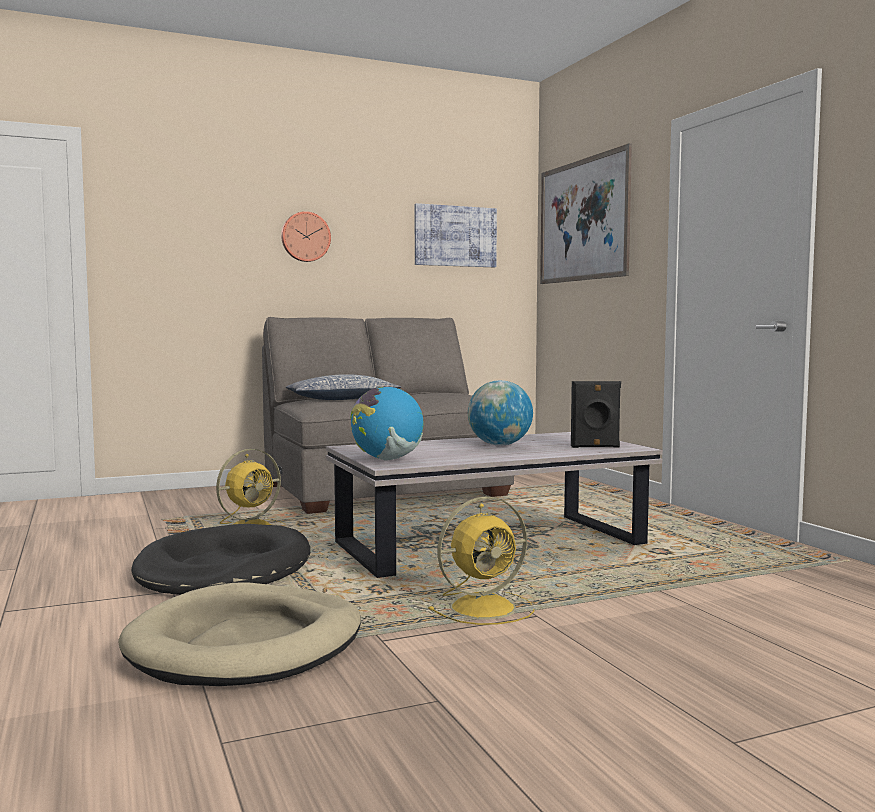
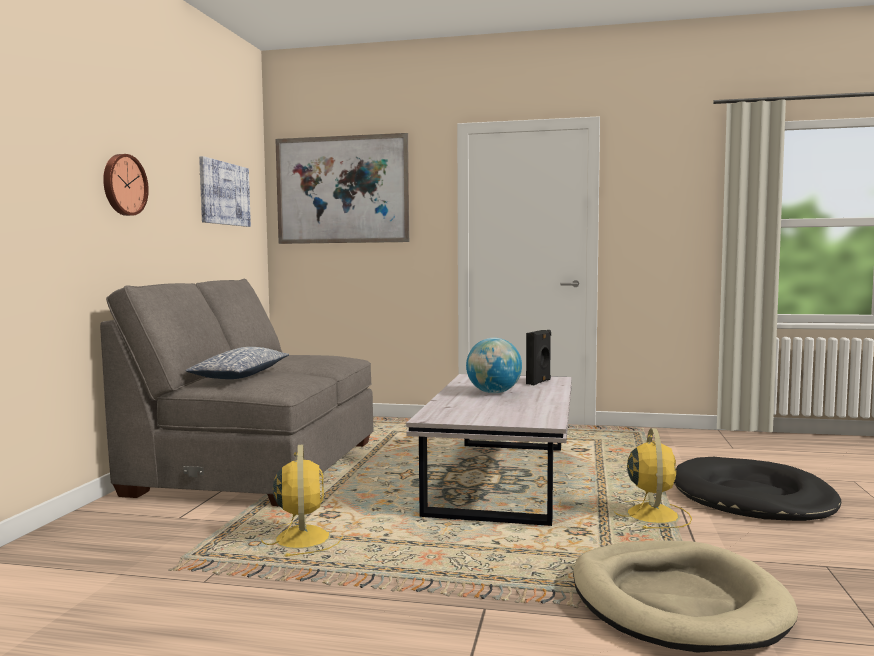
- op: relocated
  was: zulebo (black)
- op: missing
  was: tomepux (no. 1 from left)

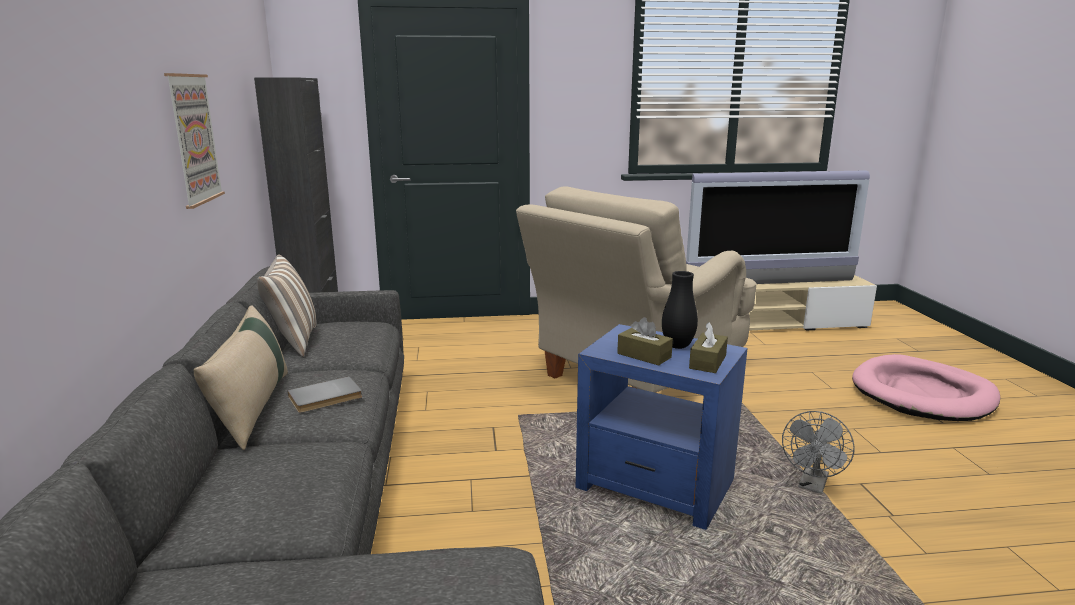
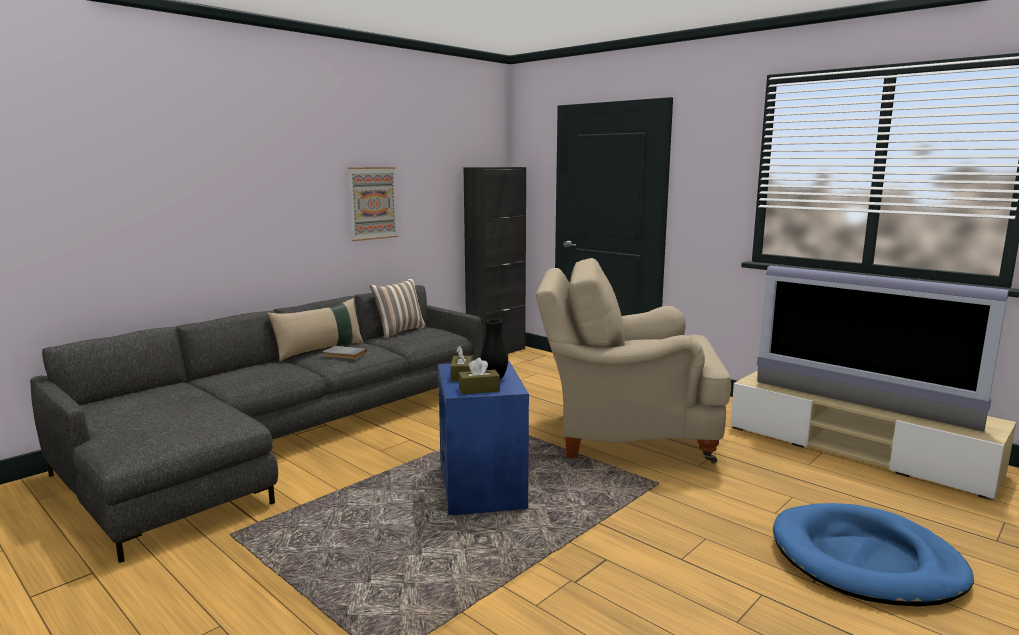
- op: colour
  was: zulebo (pink)
  now: zulebo (blue)
- op: missing
  was: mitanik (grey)

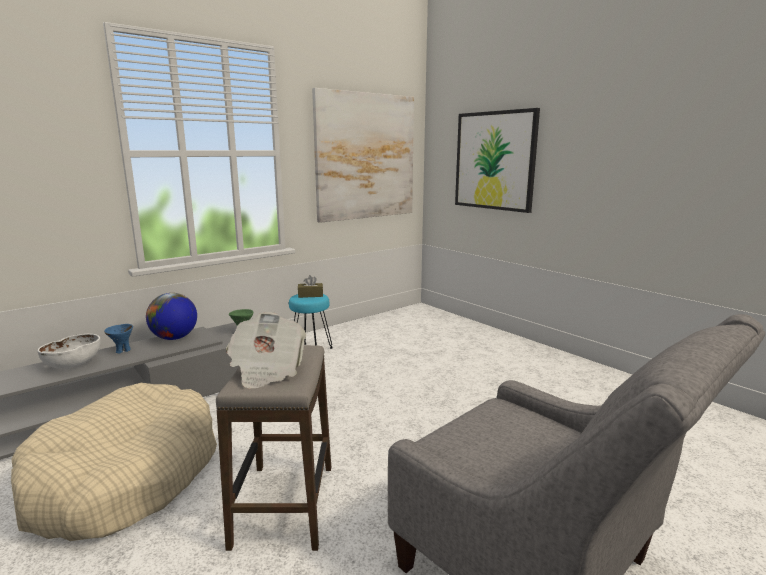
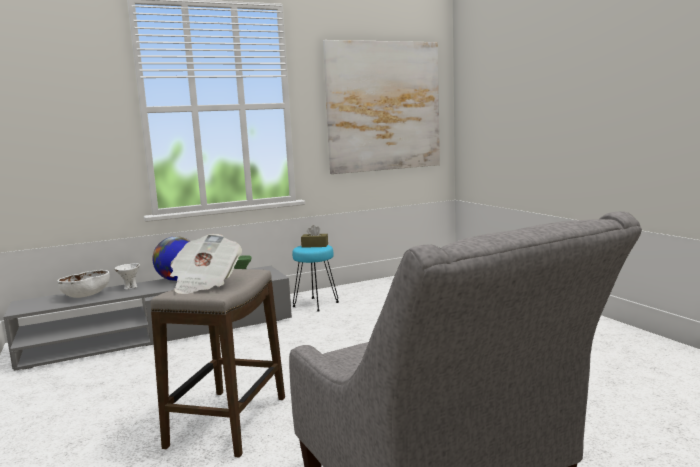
- op: colour
  was: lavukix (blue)
  now: lavukix (white) (no. 2 from left)
- op: missing
  was: zulebo (beige)
- op: missing
  was: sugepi (no. 2 from left)

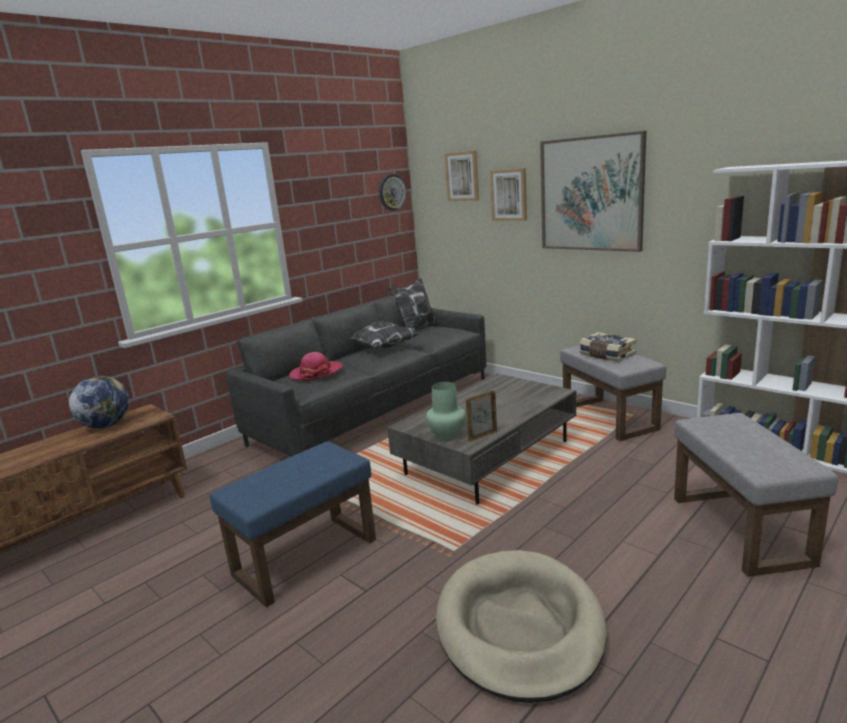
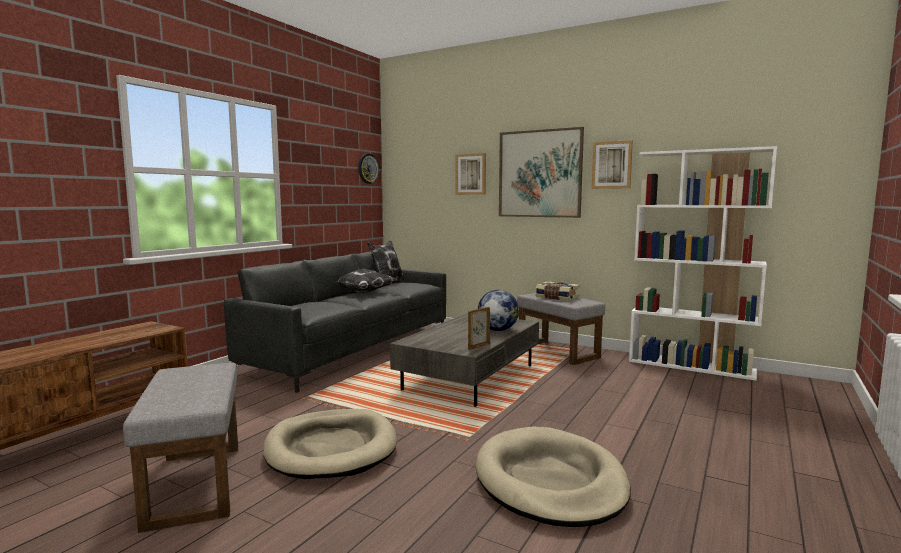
- op: relocated
  was: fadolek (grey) (no. 2 from left in the first image)
  now: fadolek (grey) (no. 1 from left)
- op: exchanged
  was: fadolek (blue)
  now: zulebo (beige) (no. 1 from left)
- op: relocated
  was: tomepux
- op: relocated
  was: sugepi (no. 1 from left in the first image)
  now: sugepi (no. 3 from left)
- op: missing
  was: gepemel
- op: missing
  was: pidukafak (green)

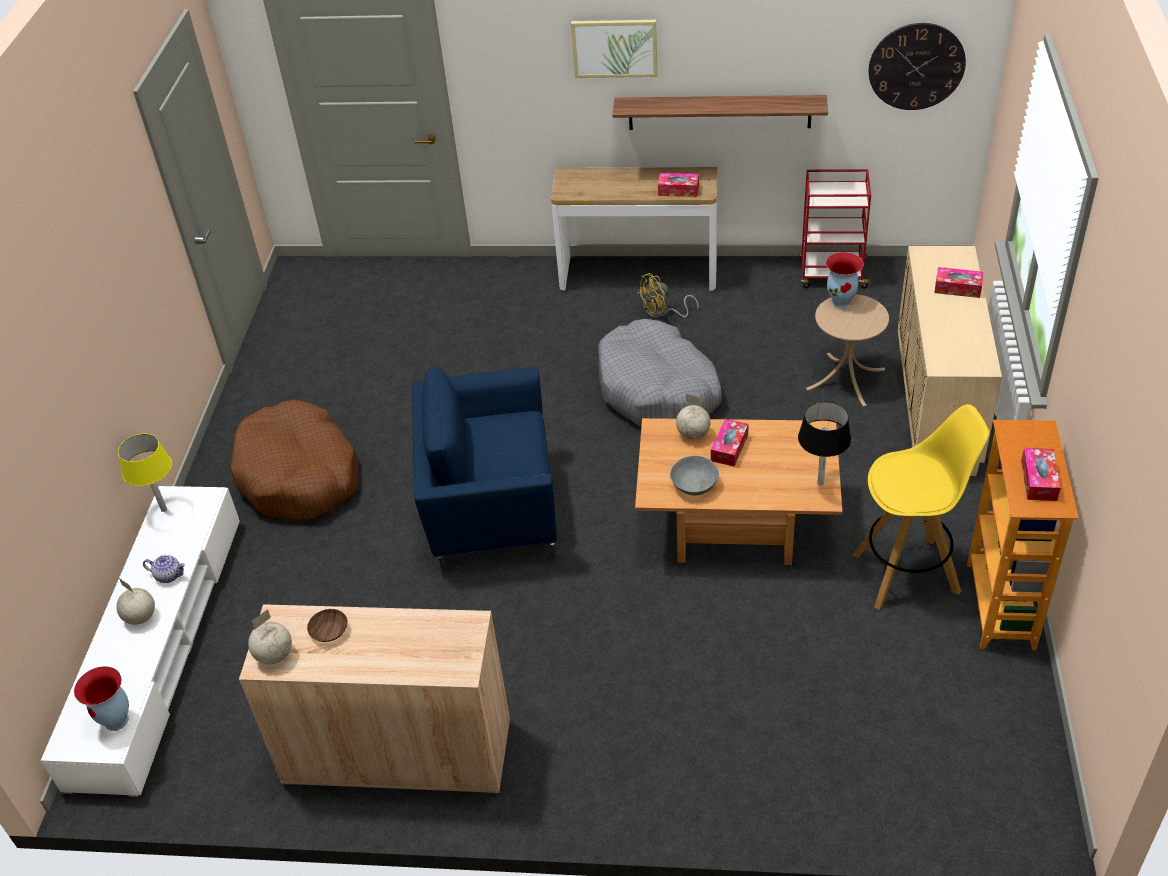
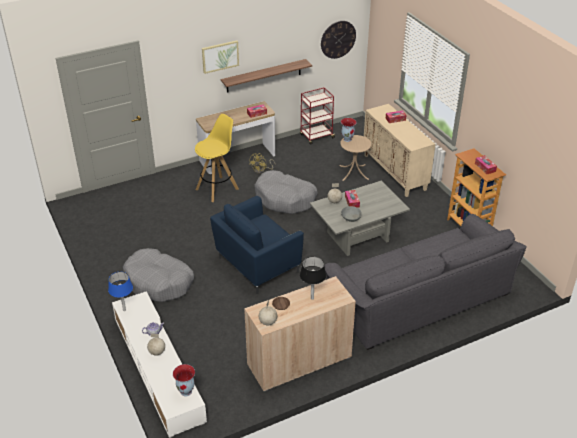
- op: colour
  was: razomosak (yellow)
  now: razomosak (blue)
- op: colour
  was: zulebo (brown)
  now: zulebo (grey) (no. 1 from left)
- op: relocated
  was: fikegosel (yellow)
- op: relocated
  was: razomosak (black)
- op: colour
  was: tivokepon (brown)
  now: tivokepon (grey)
- op: appeared
  now: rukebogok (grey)

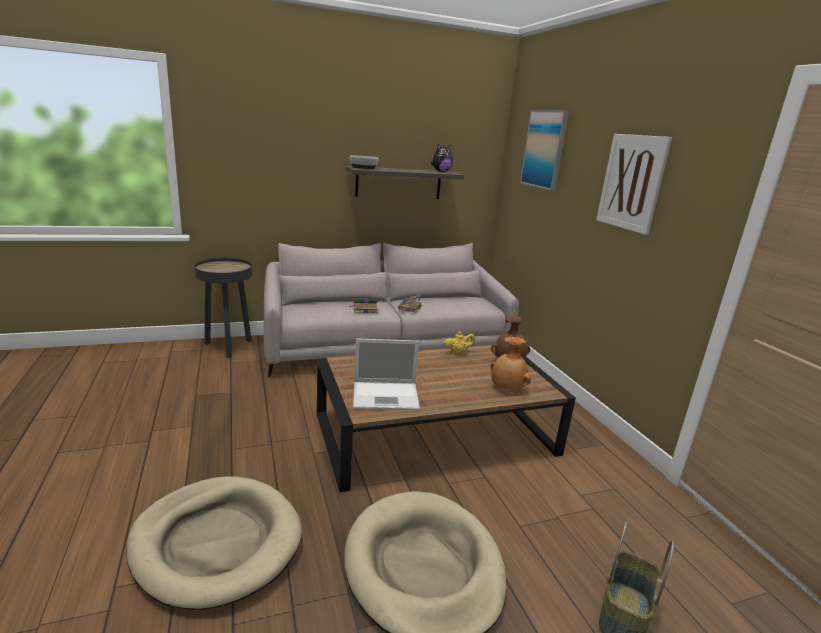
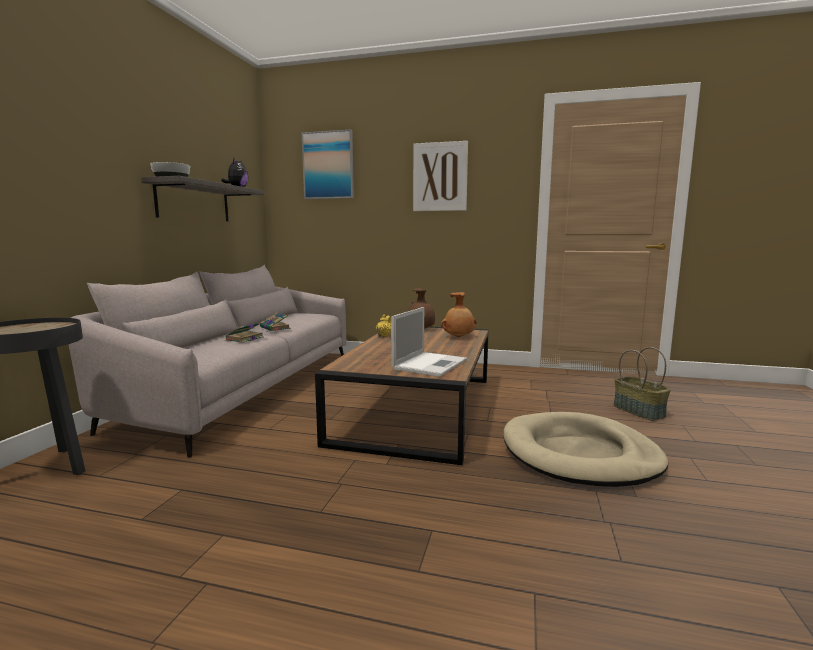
- op: missing
  was: zulebo (beige) (no. 1 from left)

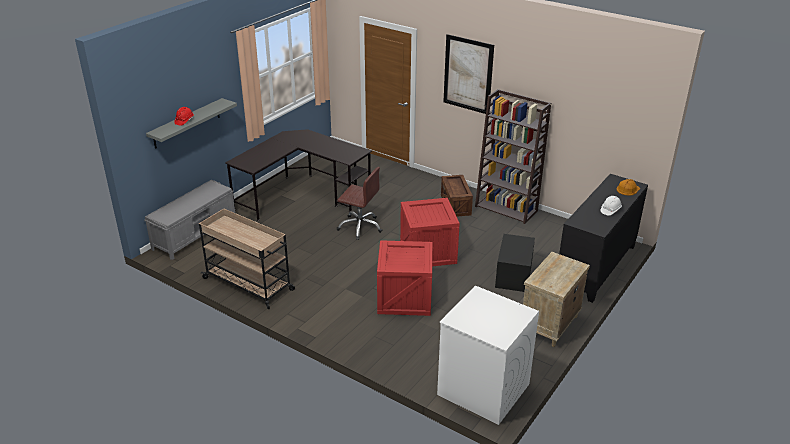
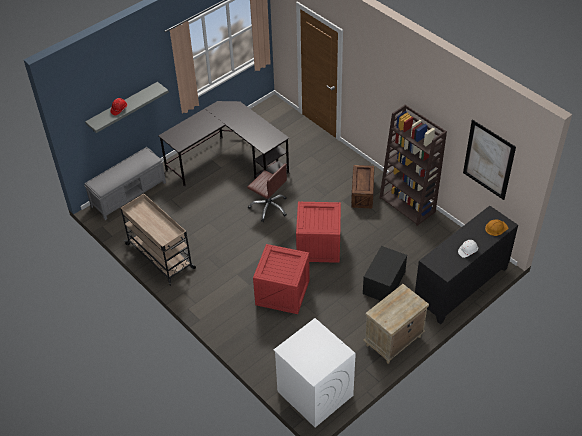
- op: relocated
  was: sugepi

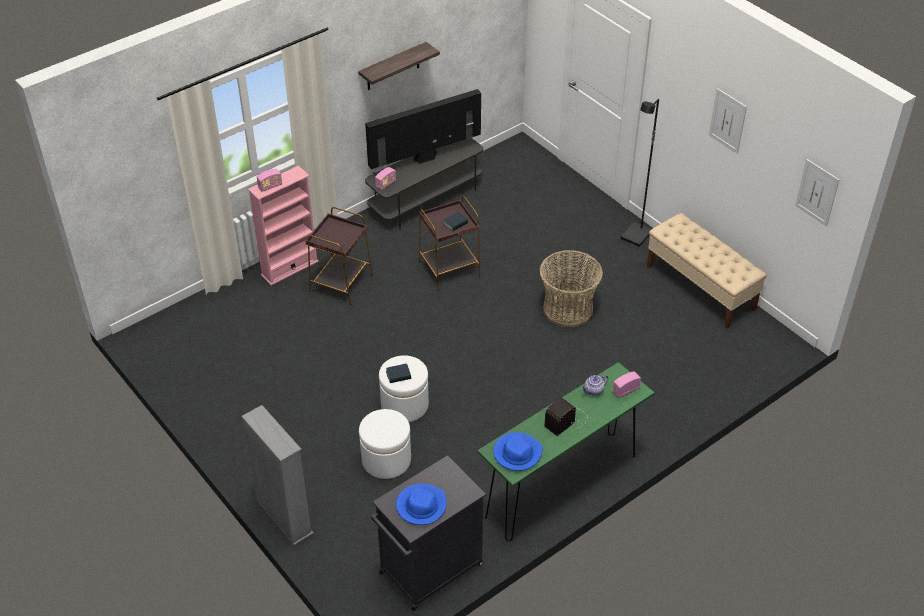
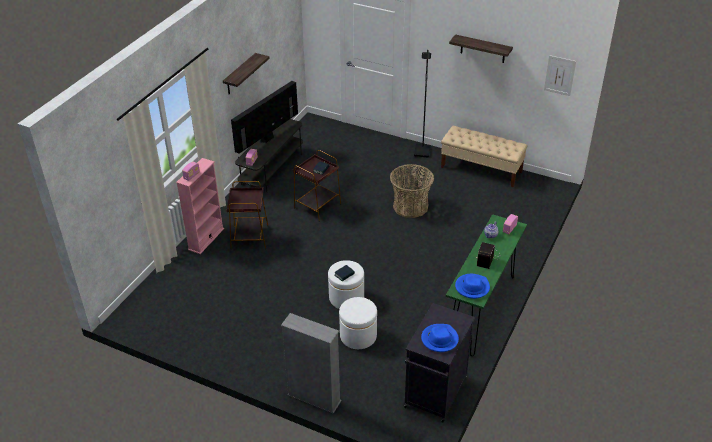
- op: exchanged
  was: sugepi (no. 1 from left)
  now: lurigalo (no. 2 from left)

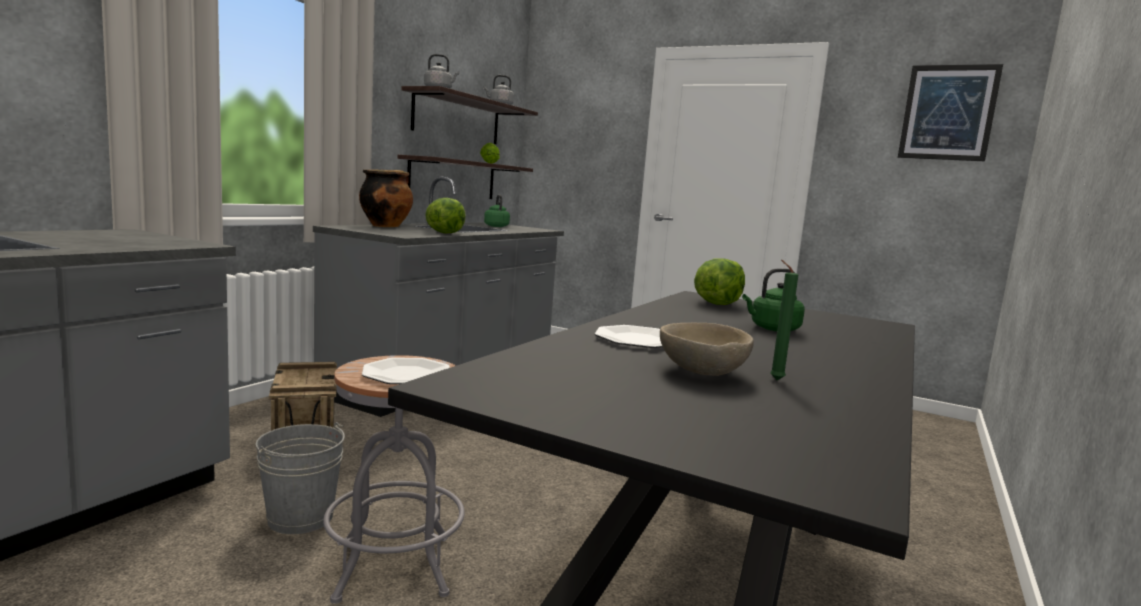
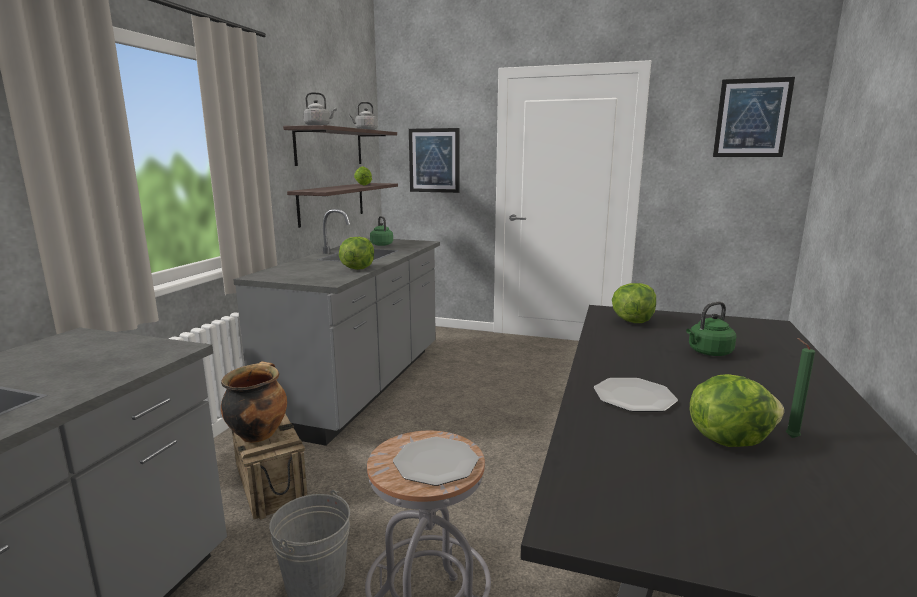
- op: relocated
  was: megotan
- op: appeared
  now: sugepi (no. 1 from left)
- op: exchanged
  was: lavukix (beige)
  now: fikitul (no. 4 from left)

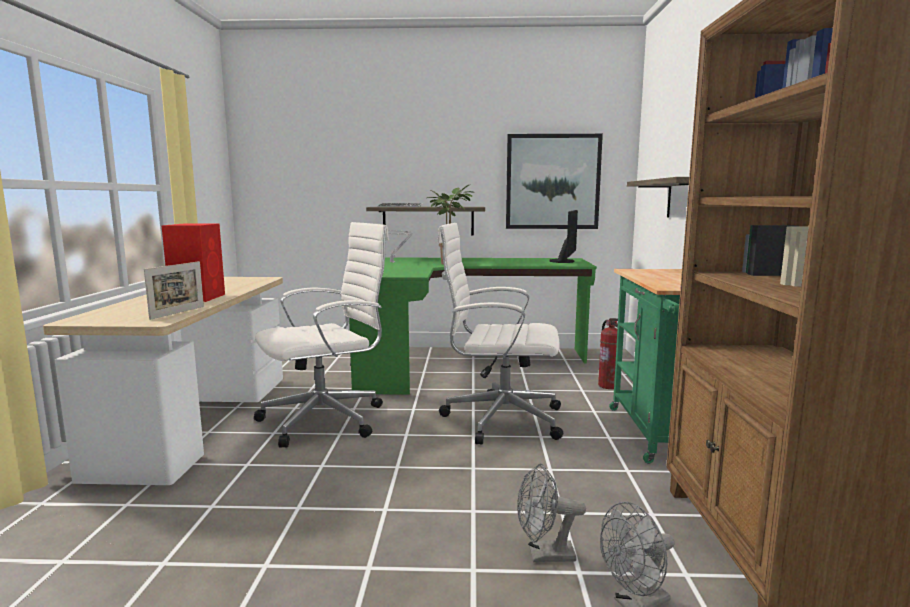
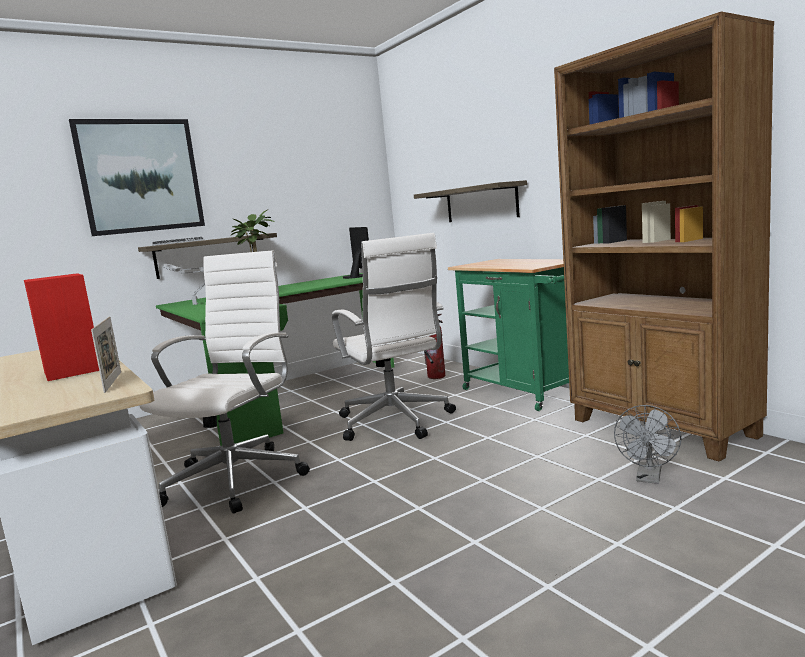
- op: relocated
  was: sugepi
- op: spun
  was: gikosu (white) (no. 2 from left)
  clockwise: -90
- op: missing
  was: mitanik (grey) (no. 1 from left)

